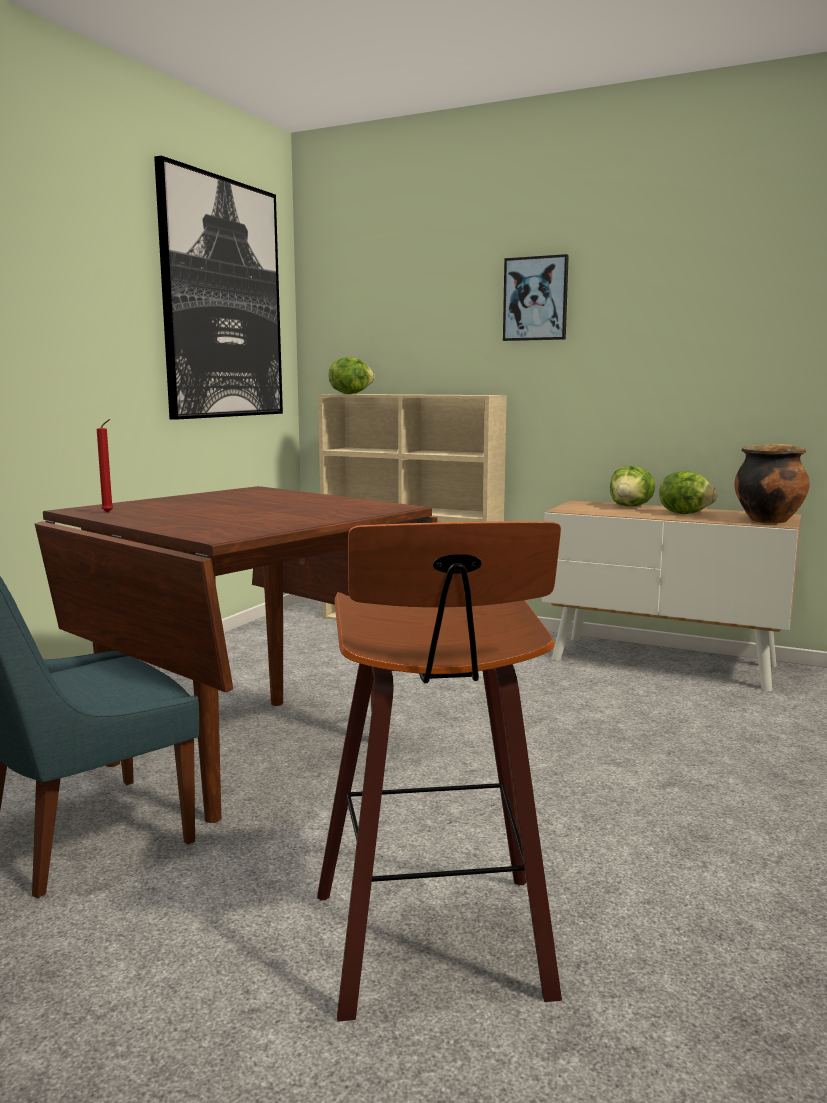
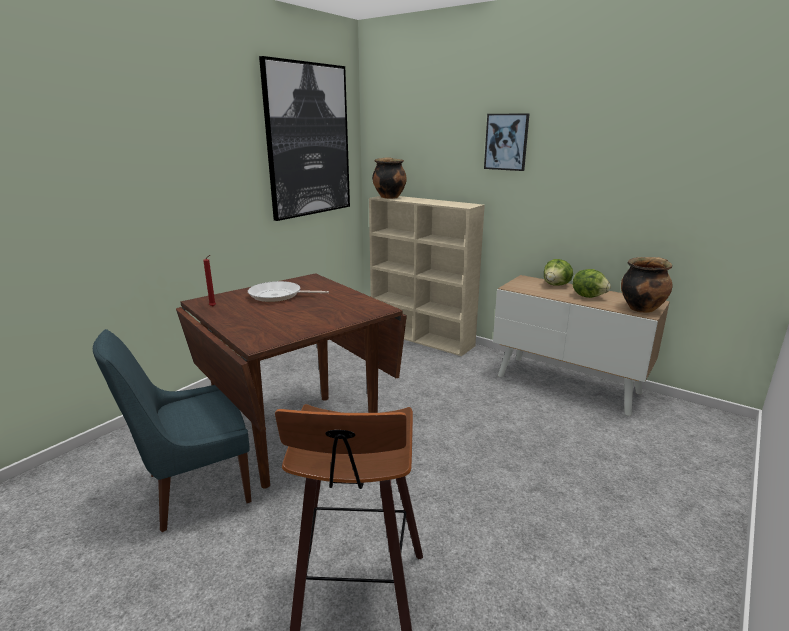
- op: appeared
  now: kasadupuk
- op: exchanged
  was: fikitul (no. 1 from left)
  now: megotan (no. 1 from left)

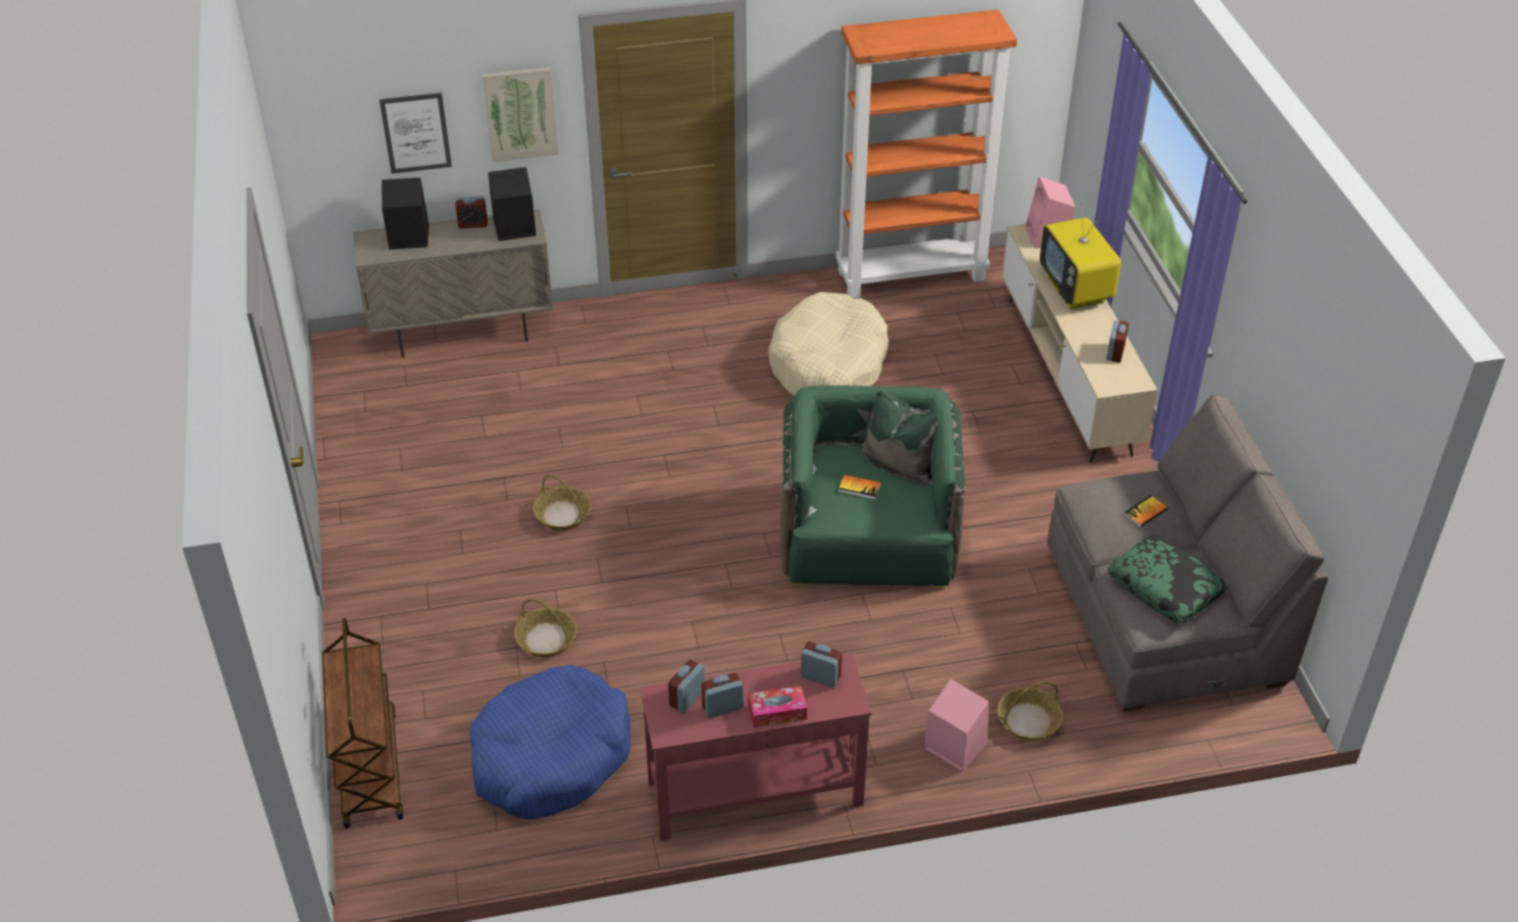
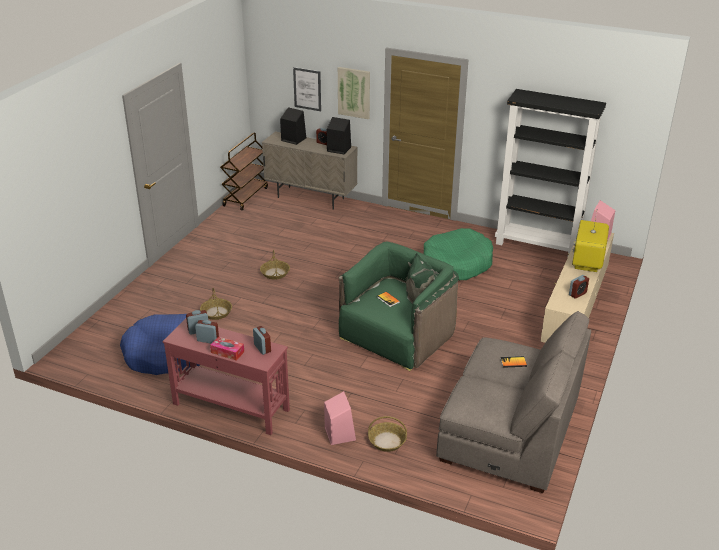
- op: relocated
  was: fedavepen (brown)
- op: colour
  was: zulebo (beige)
  now: zulebo (green)
- op: colour
  was: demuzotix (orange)
  now: demuzotix (black)
- op: missing
  was: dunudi

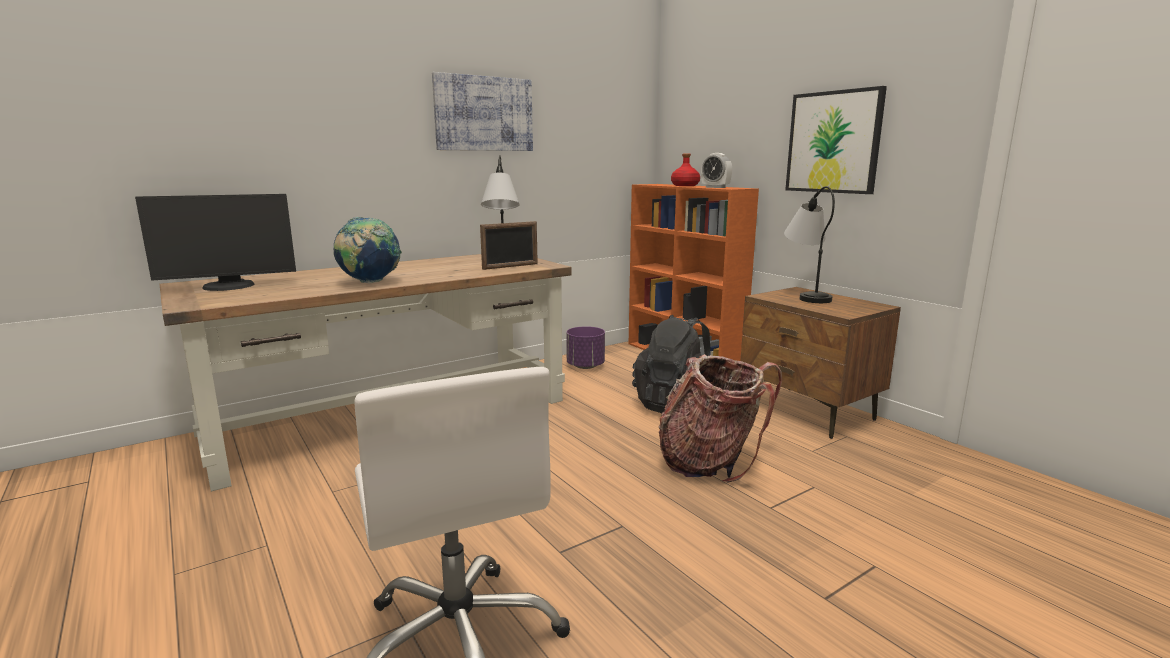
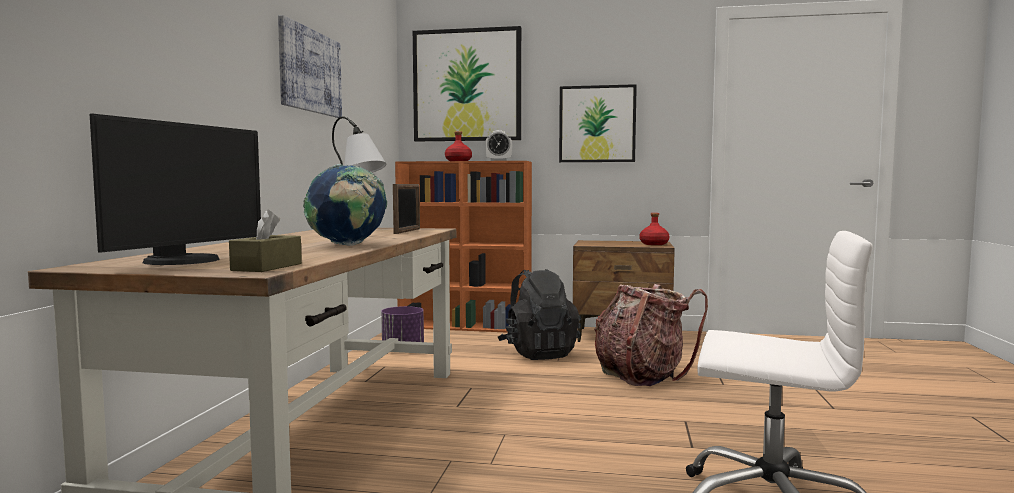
- op: appeared
  now: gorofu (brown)
- op: appeared
  now: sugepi (no. 2 from left)
- op: appeared
  now: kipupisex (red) (no. 2 from left)
- op: missing
  was: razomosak (no. 2 from left)

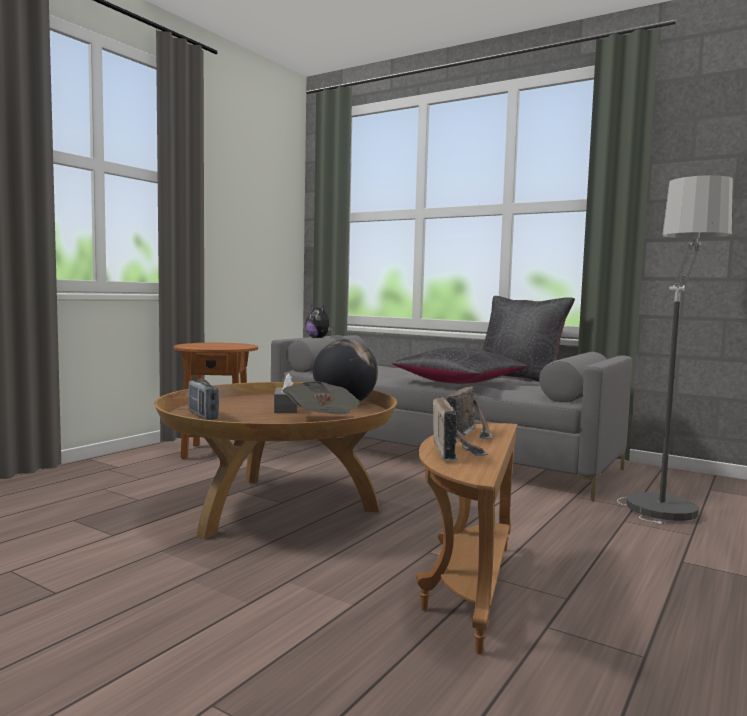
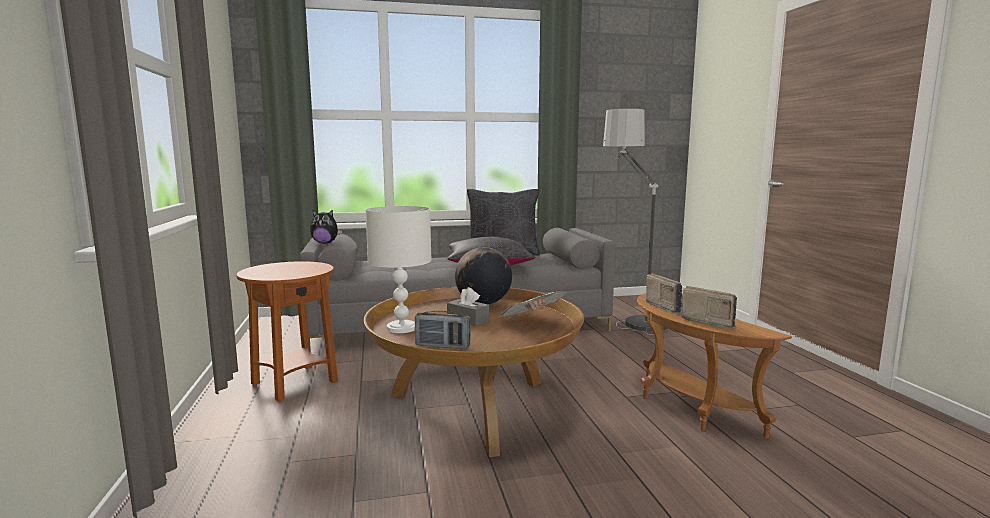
- op: appeared
  now: razomosak (white)

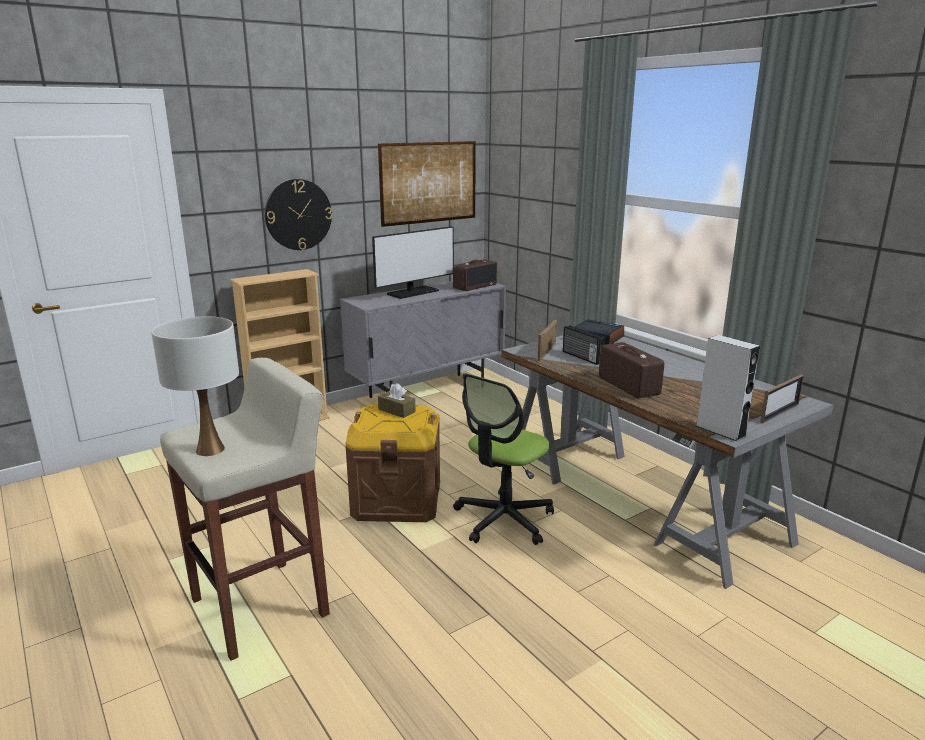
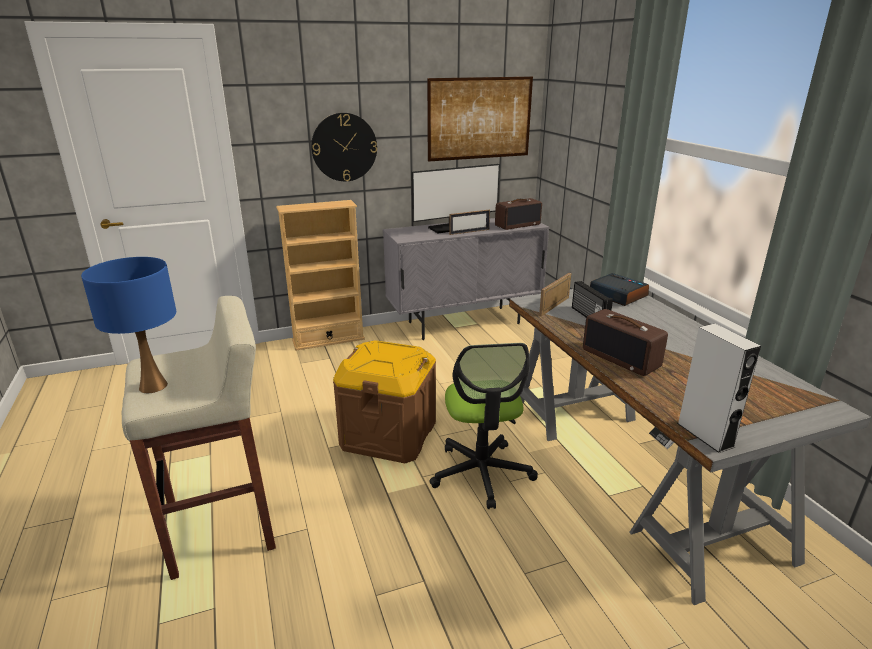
- op: colour
  was: razomosak (white)
  now: razomosak (blue)
- op: spun
  was: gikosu
  clockwise: -60
- op: relocated
  was: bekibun (no. 2 from left in the first image)
  now: bekibun (no. 1 from left)
- op: spun
  was: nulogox (no. 3 from left)
  clockwise: 150
- op: missing
  was: gorofu (brown)

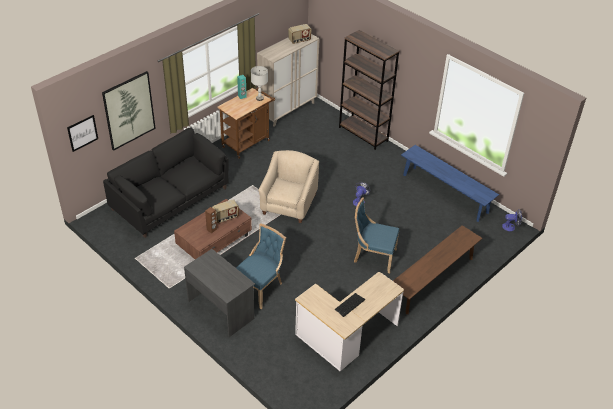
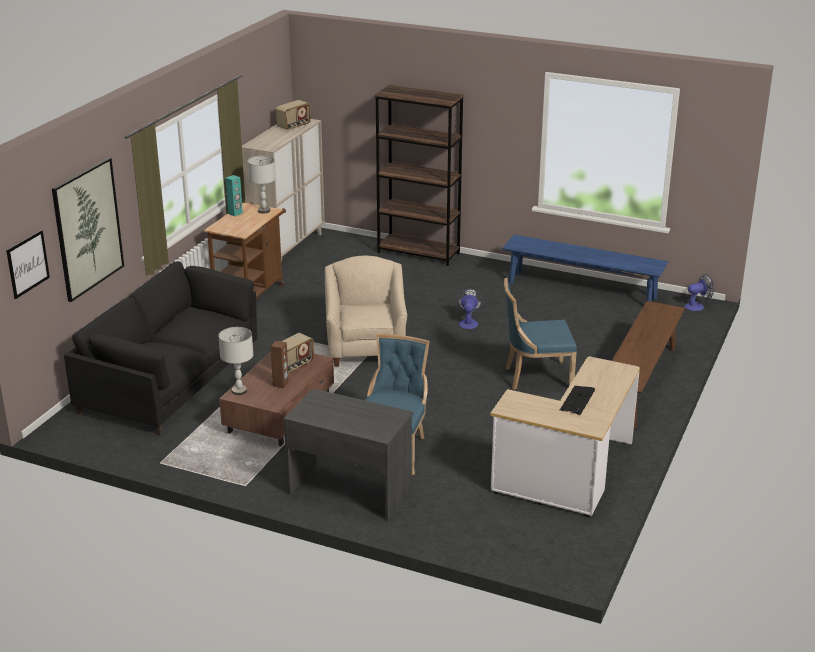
- op: appeared
  now: razomosak (grey) (no. 1 from left)

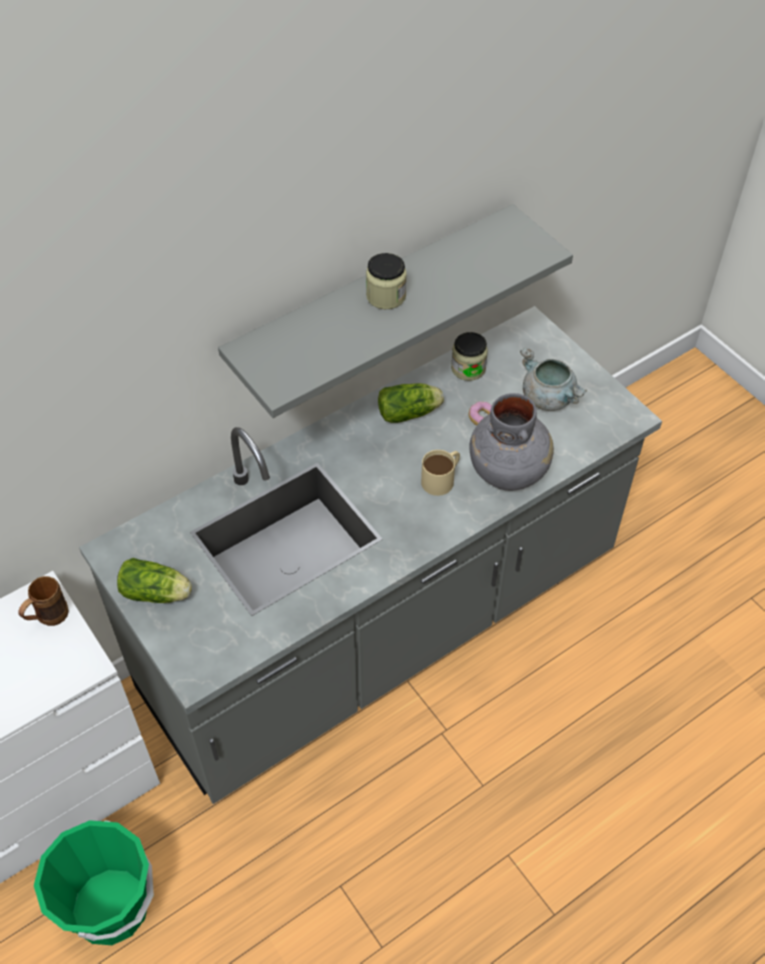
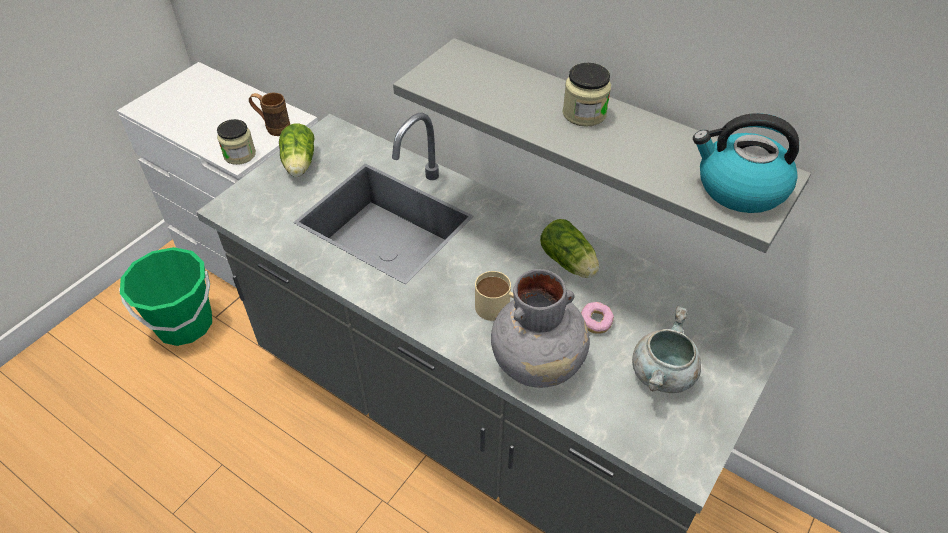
- op: relocated
  was: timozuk (no. 2 from left in the first image)
  now: timozuk (no. 1 from left)
- op: appeared
  now: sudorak

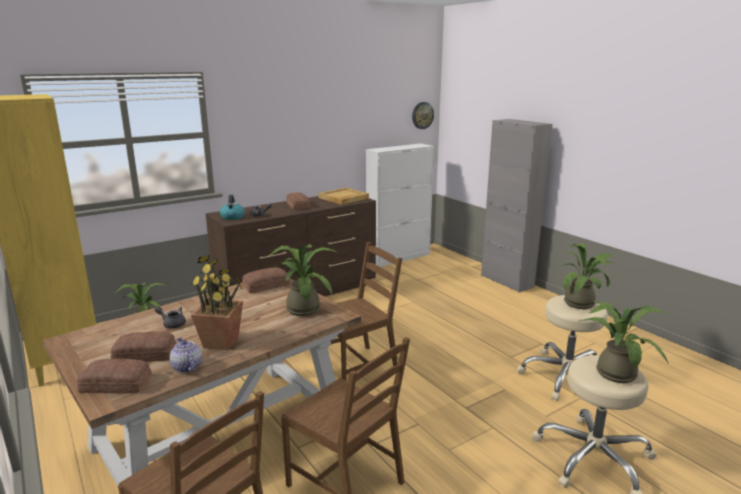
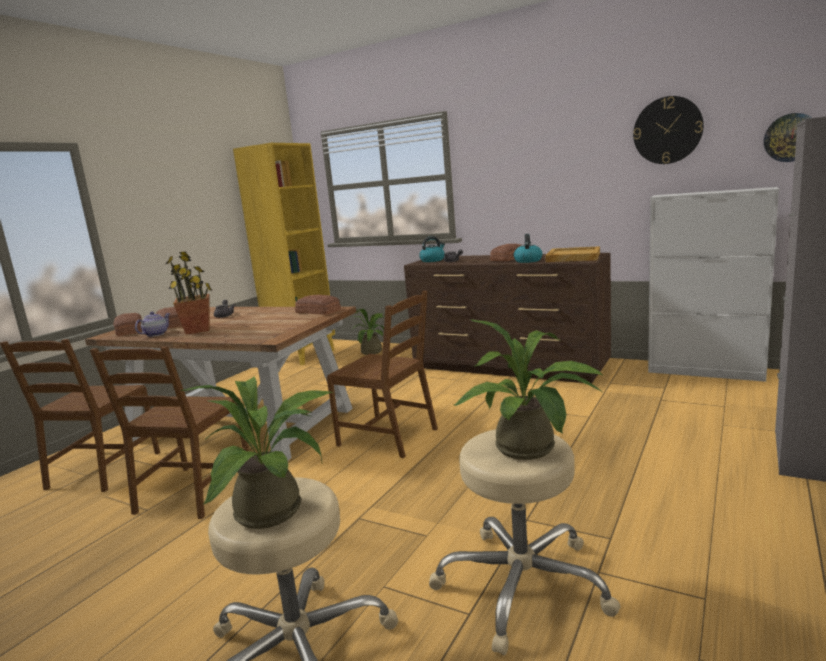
- op: appeared
  now: sudorak (no. 2 from left)
- op: appeared
  now: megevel (no. 1 from left)
- op: missing
  was: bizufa (no. 3 from left)

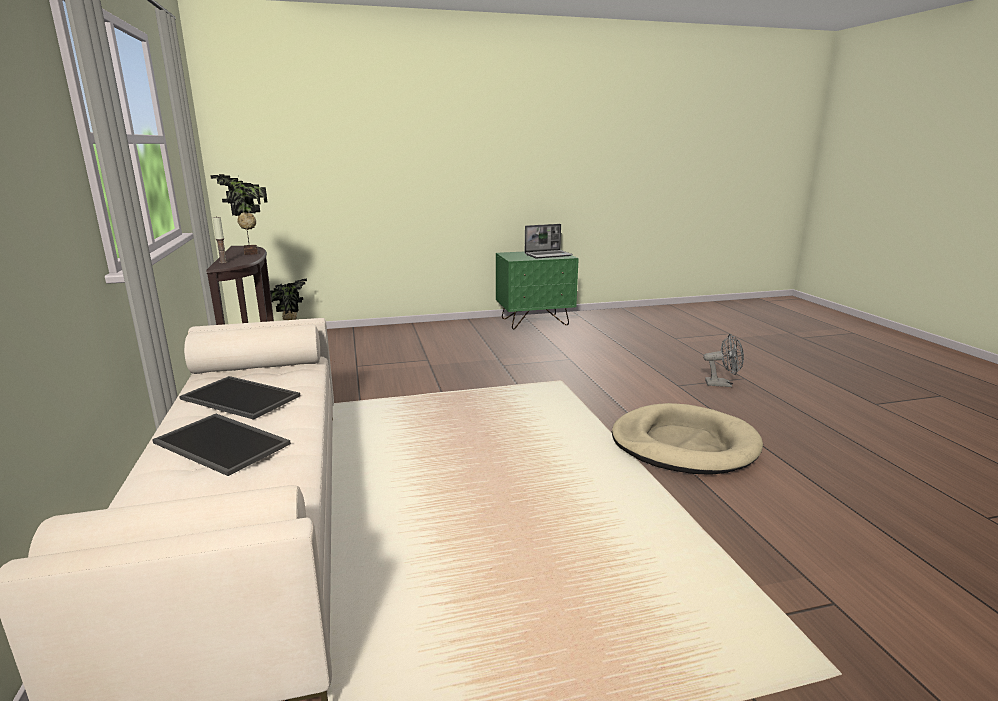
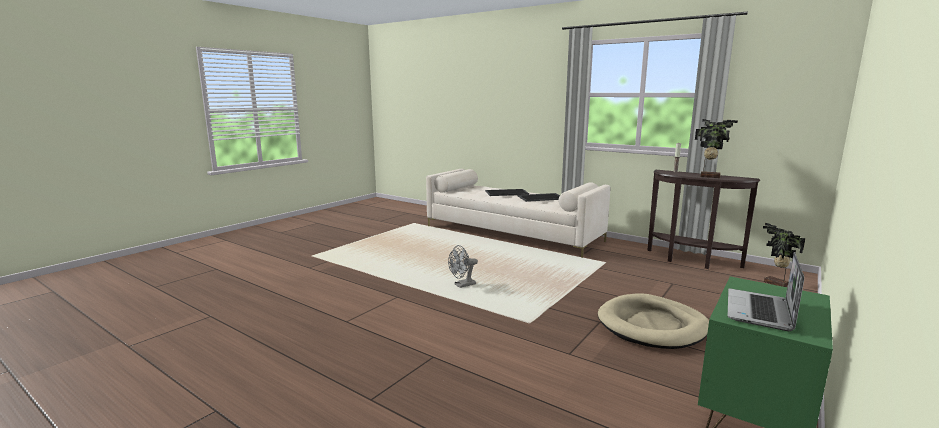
- op: relocated
  was: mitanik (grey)
- op: relocated
  was: zulebo (beige)

